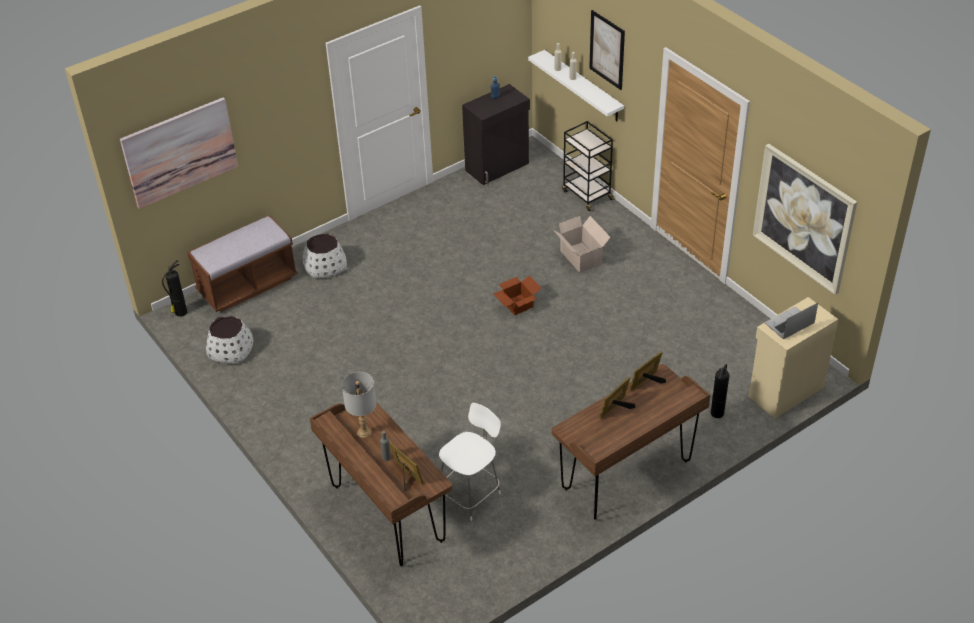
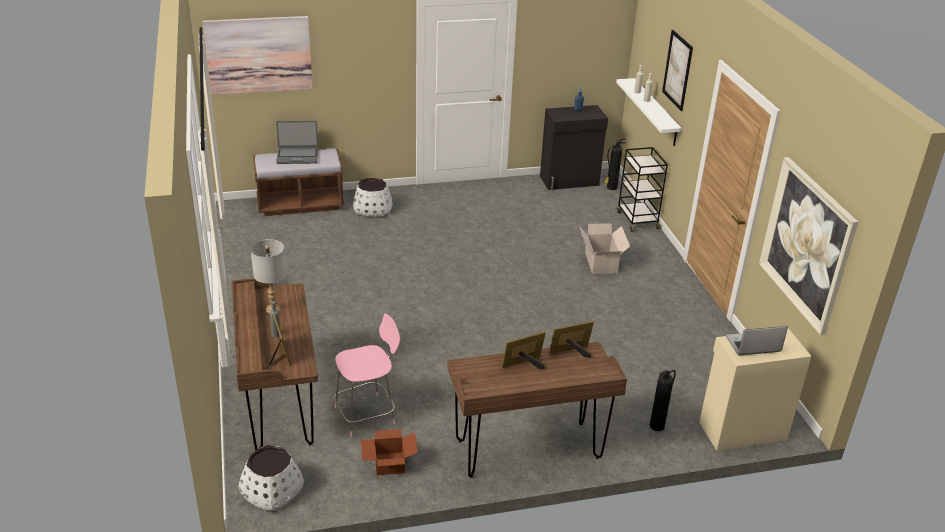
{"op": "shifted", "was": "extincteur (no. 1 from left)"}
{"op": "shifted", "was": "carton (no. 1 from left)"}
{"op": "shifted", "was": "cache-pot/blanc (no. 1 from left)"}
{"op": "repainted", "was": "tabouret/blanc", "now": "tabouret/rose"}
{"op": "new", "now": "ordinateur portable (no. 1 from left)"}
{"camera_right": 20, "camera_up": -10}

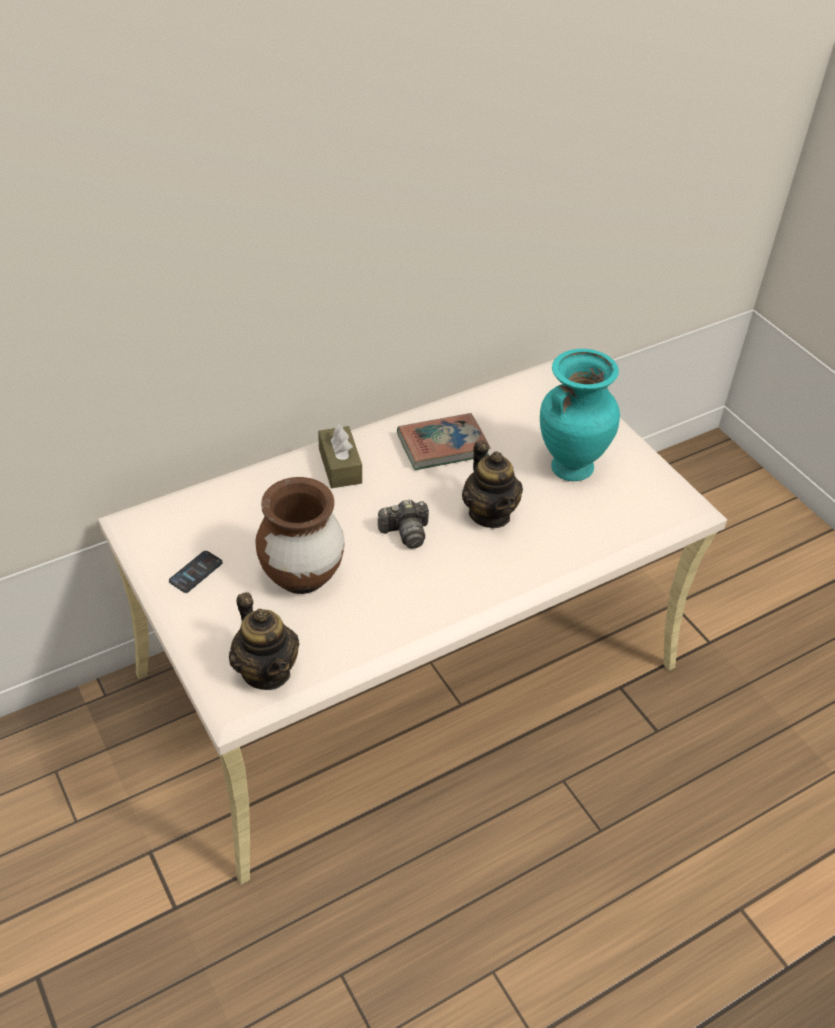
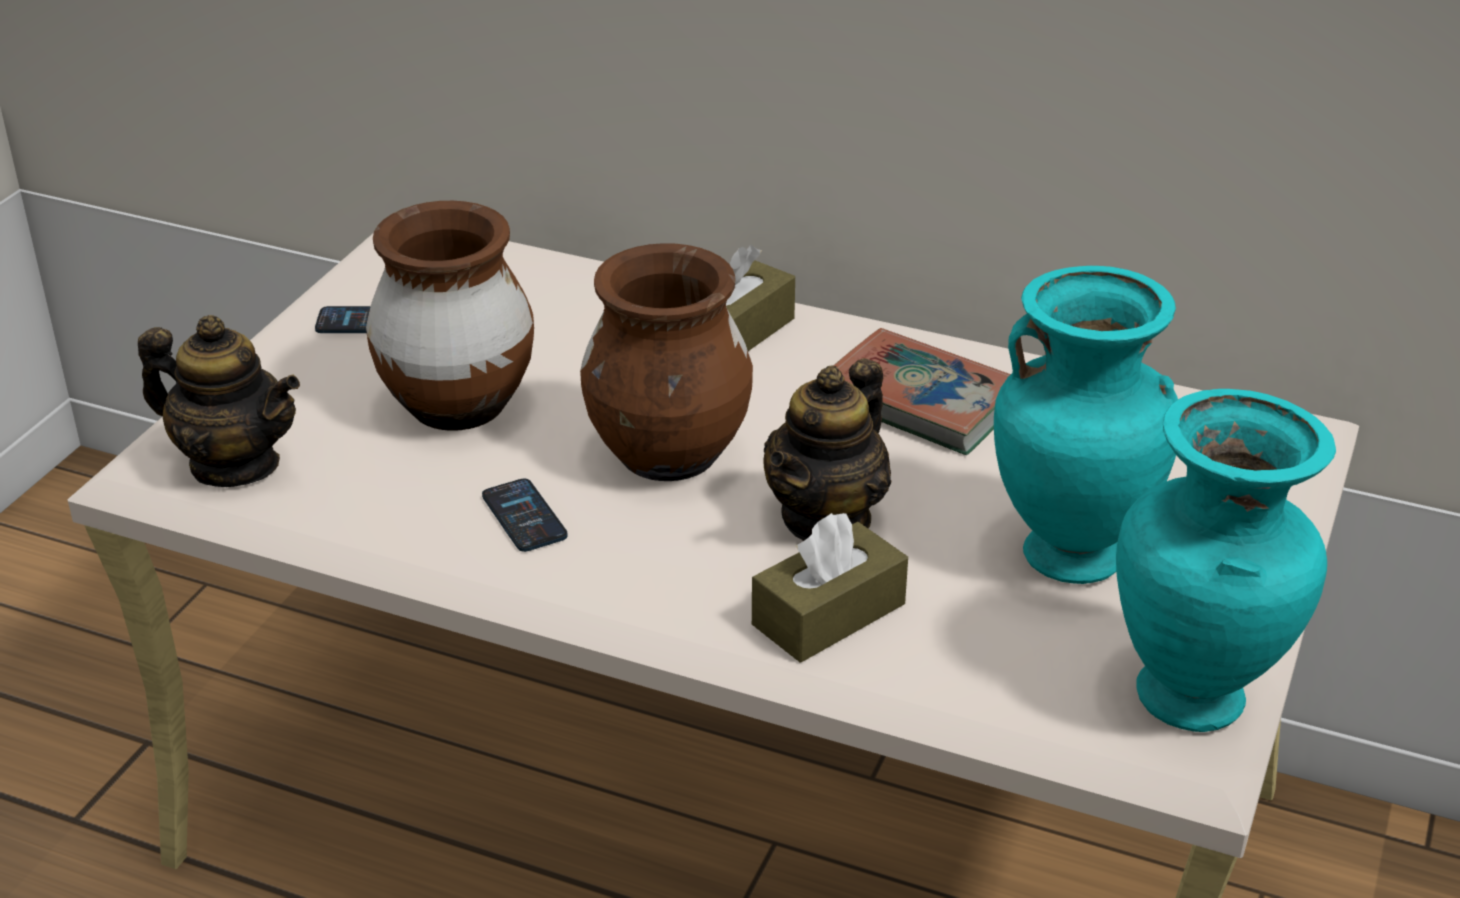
{"op": "swapped", "was": "appareil photo", "now": "vase/marron (no. 2 from left)"}
{"op": "rotated", "was": "théière (no. 1 from left)", "clockwise": -90}
{"op": "new", "now": "vase/turquoise (no. 2 from left)"}
{"op": "new", "now": "téléphone (no. 2 from left)"}
{"op": "new", "now": "boîte à mouchoirs/marron (no. 2 from left)"}
{"camera_right": 55, "camera_up": -10}

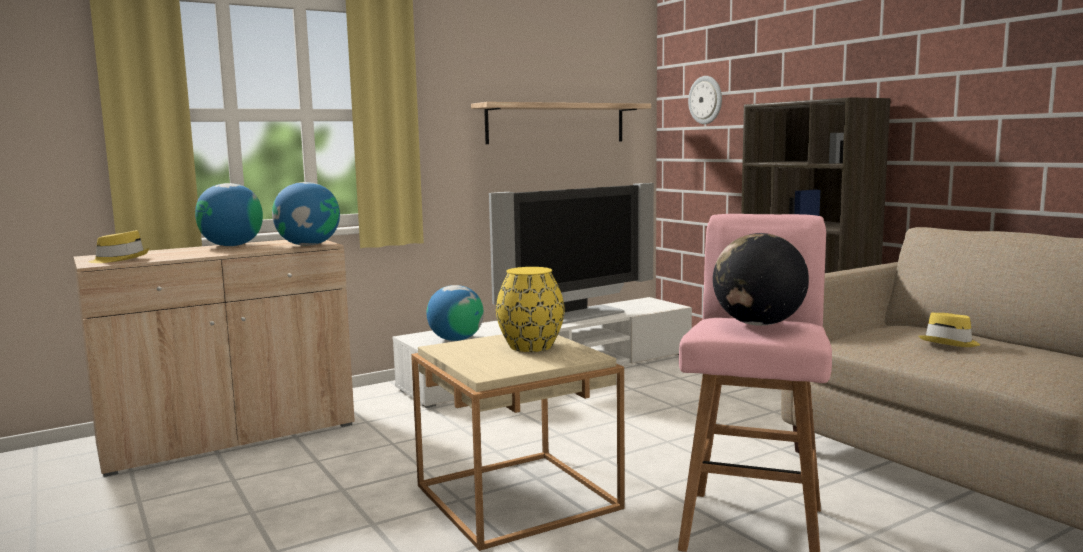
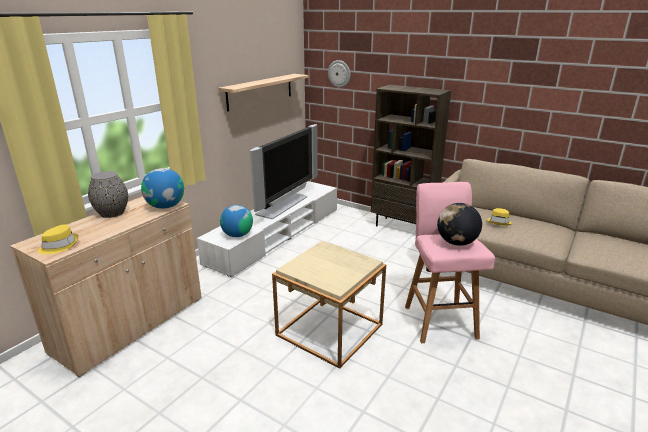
{"op": "swapped", "was": "globe (no. 1 from left)", "now": "vase/gris"}
{"op": "gone", "was": "vase/jaune"}
{"camera_right": -25, "camera_up": 15}

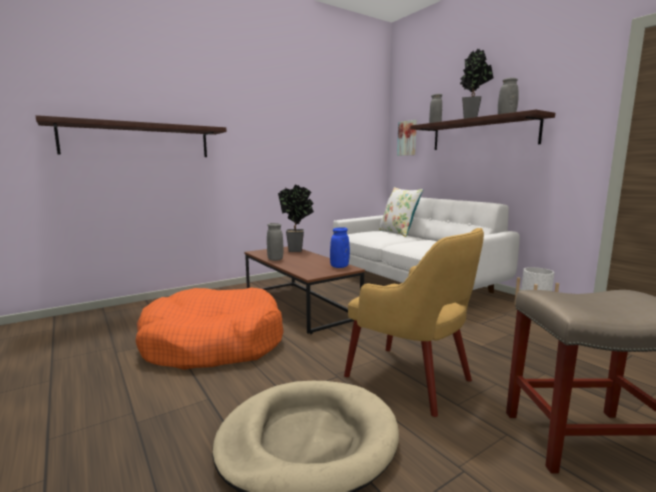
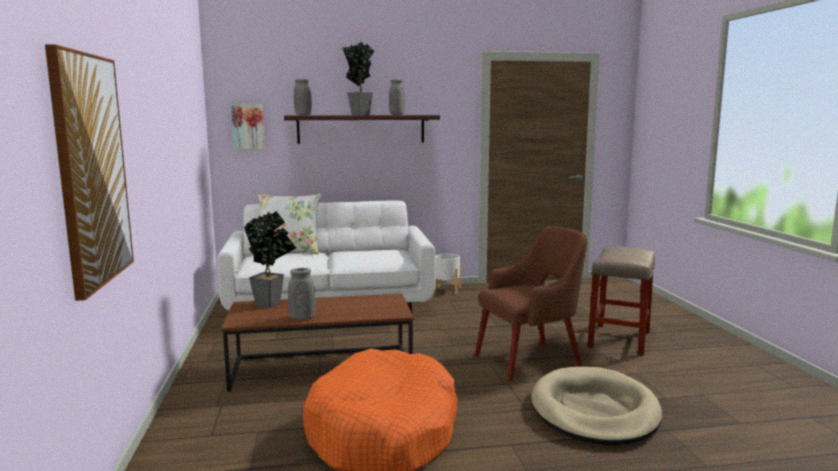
{"op": "swapped", "was": "étagère (no. 1 from left)", "now": "tableau (no. 1 from left)"}
{"op": "gone", "was": "vase/bleu"}
{"op": "repainted", "was": "fauteuil/jaune", "now": "fauteuil/marron"}
{"camera_right": -65, "camera_up": 0}

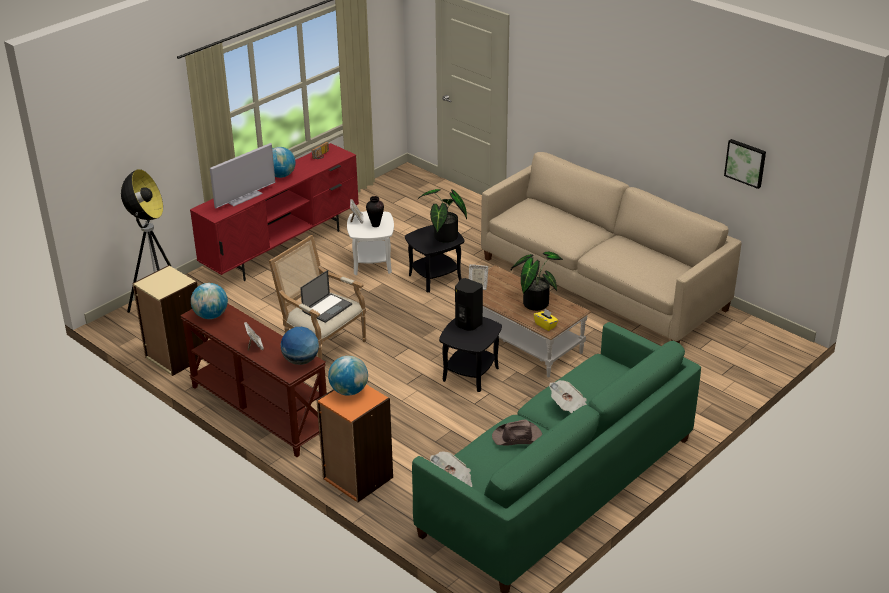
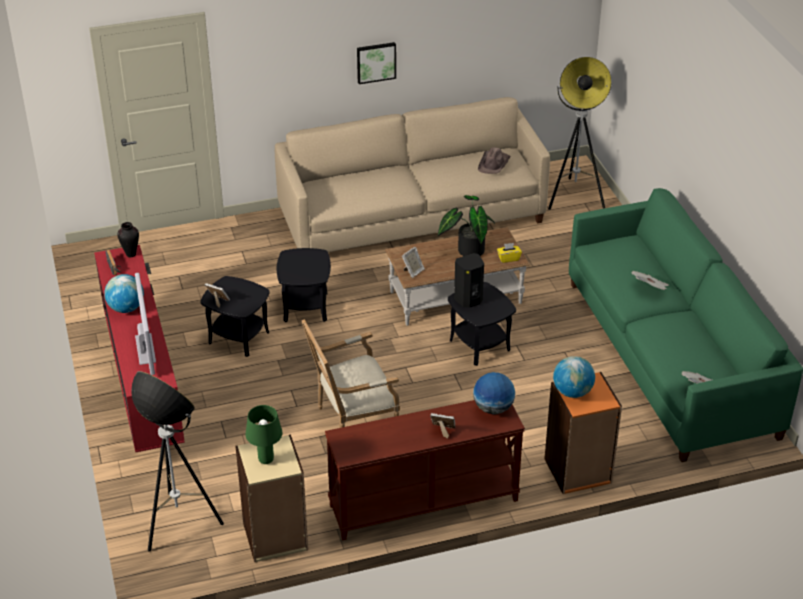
{"op": "shifted", "was": "tableau"}
{"op": "gone", "was": "plante en pot (no. 1 from left)"}
{"op": "shifted", "was": "vase"}
{"op": "repainted", "was": "table d'appoint/blanc", "now": "table d'appoint/noir (no. 1 from left)"}
{"op": "gone", "was": "ordinateur portable"}
{"op": "gone", "was": "globe (no. 1 from left)"}
{"op": "shifted", "was": "chapeau/marron"}
{"op": "new", "now": "lampadaire (no. 2 from left)"}
{"op": "new", "now": "lampe de table/vert"}
{"camera_right": -60, "camera_up": 5}

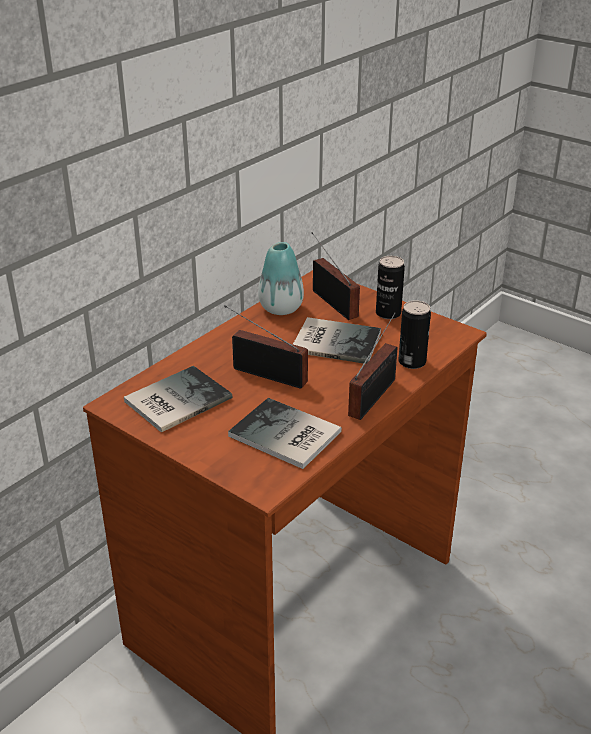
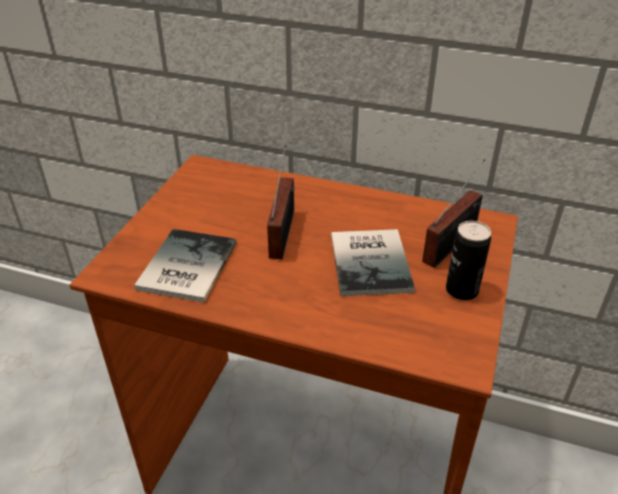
{"op": "gone", "was": "vase"}
{"op": "gone", "was": "boîte métallique (no. 2 from left)"}
{"op": "gone", "was": "radio (no. 3 from left)"}
{"op": "gone", "was": "livre (no. 1 from left)"}
{"camera_right": 70, "camera_up": 5}

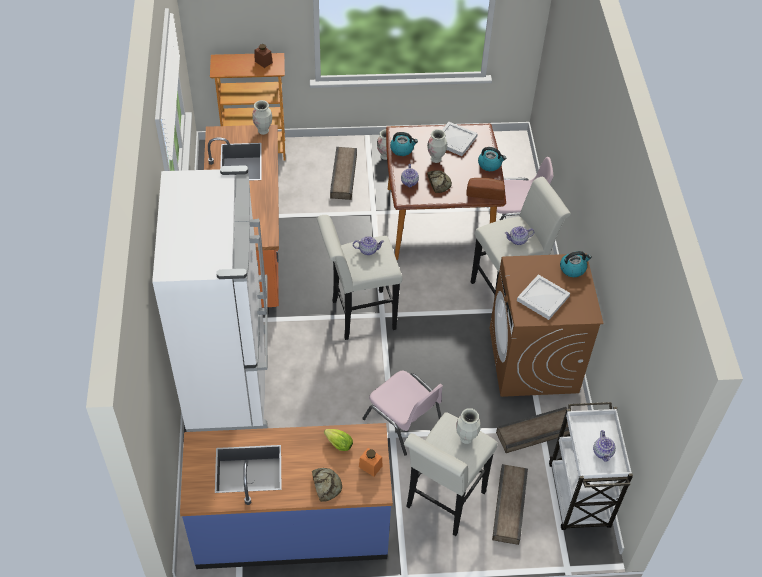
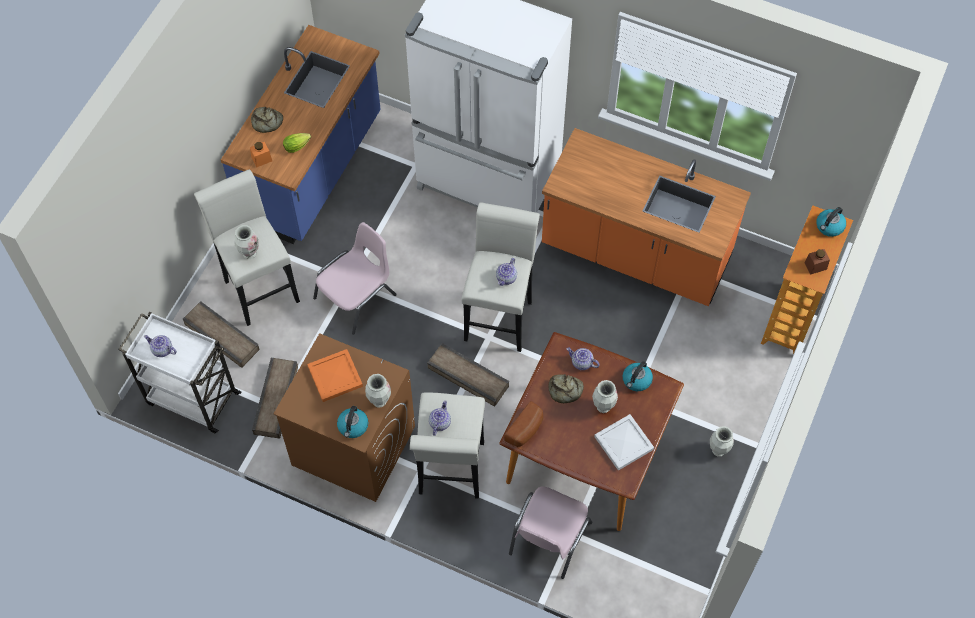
{"op": "shifted", "was": "vase (no. 1 from left in the first image)", "now": "vase (no. 2 from left)"}
{"op": "shifted", "was": "caisse (no. 1 from left in the first image)", "now": "caisse (no. 3 from left)"}
{"op": "shifted", "was": "bouilloire (no. 2 from left in the first image)", "now": "bouilloire (no. 3 from left)"}
{"op": "repainted", "was": "plateau/blanc (no. 2 from left)", "now": "plateau/orange"}
{"op": "rotated", "was": "chaise/rose (no. 1 from left)", "clockwise": 150}
{"camera_right": 120, "camera_up": 10}

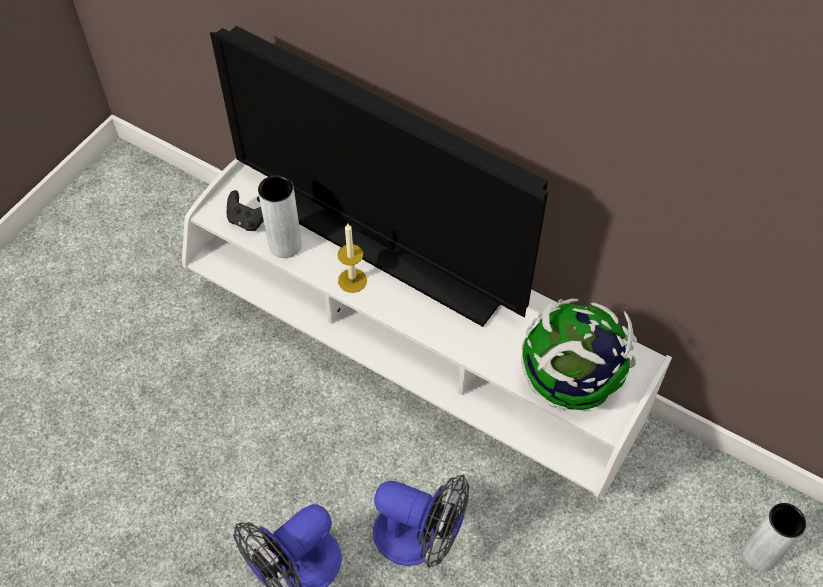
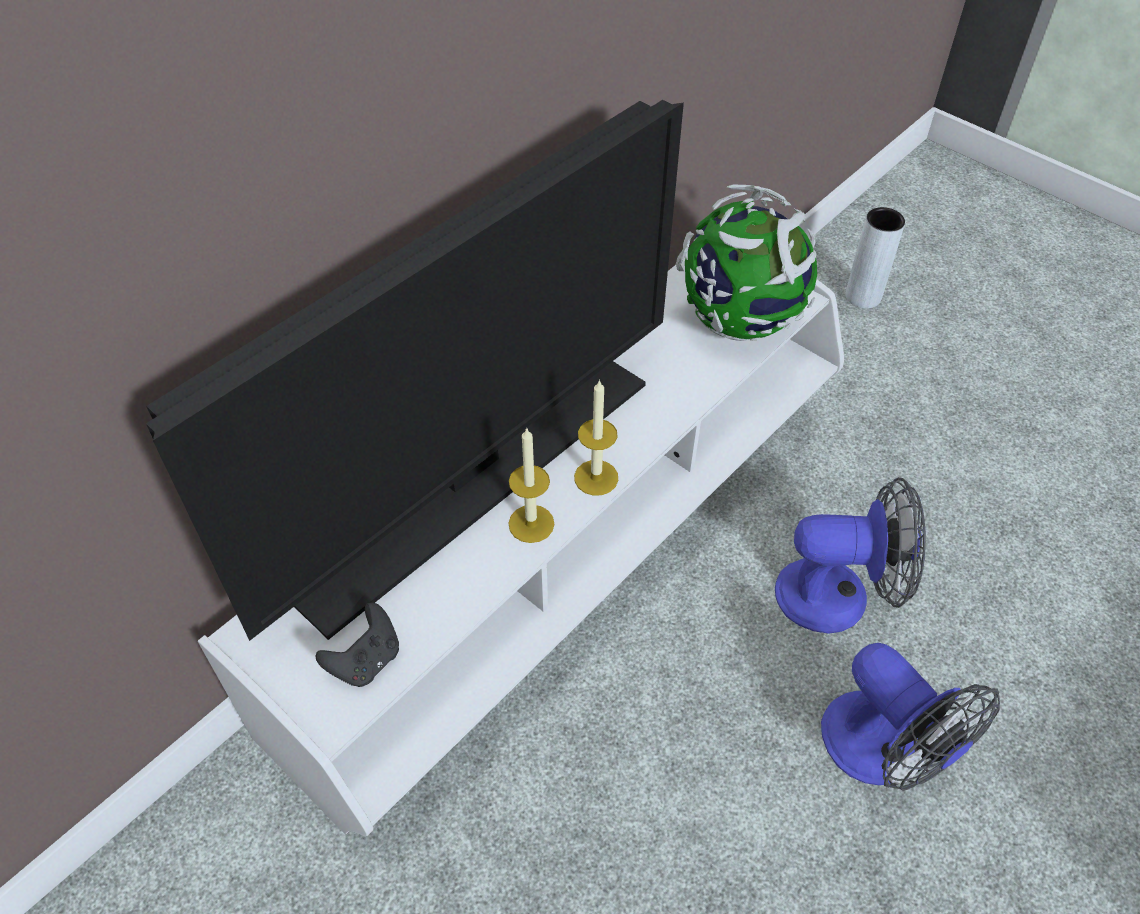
{"op": "gone", "was": "vase/gris (no. 1 from left)"}
{"op": "rotated", "was": "ventilateur (no. 2 from left in the first image)", "clockwise": 60}
{"op": "new", "now": "bougie (no. 2 from left)"}
{"camera_right": -80, "camera_up": -5}

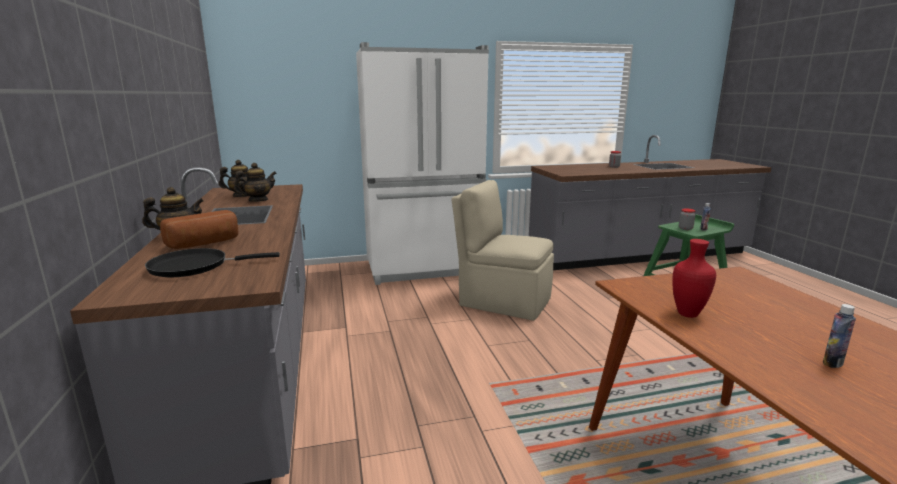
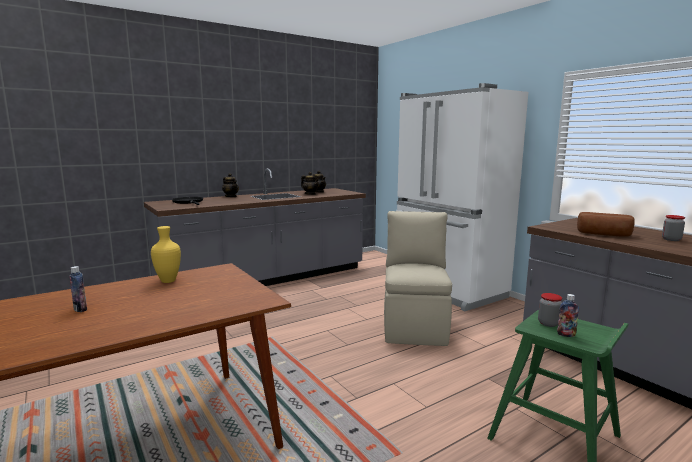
{"op": "shifted", "was": "pain"}
{"op": "repainted", "was": "vase/rouge", "now": "vase/jaune"}
{"camera_right": 70, "camera_up": -5}

